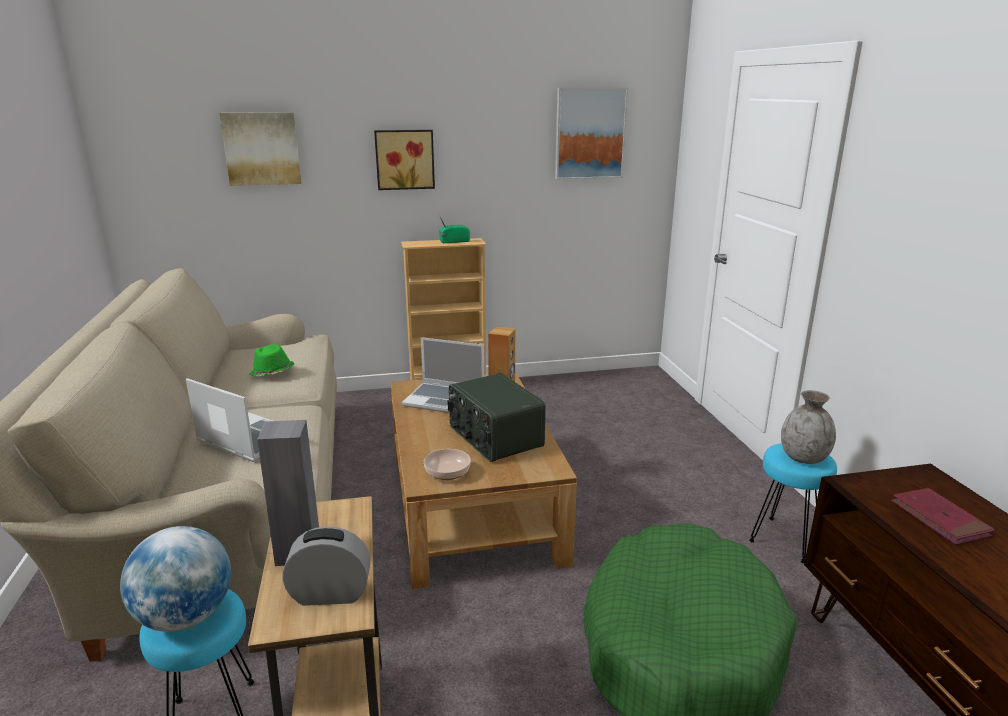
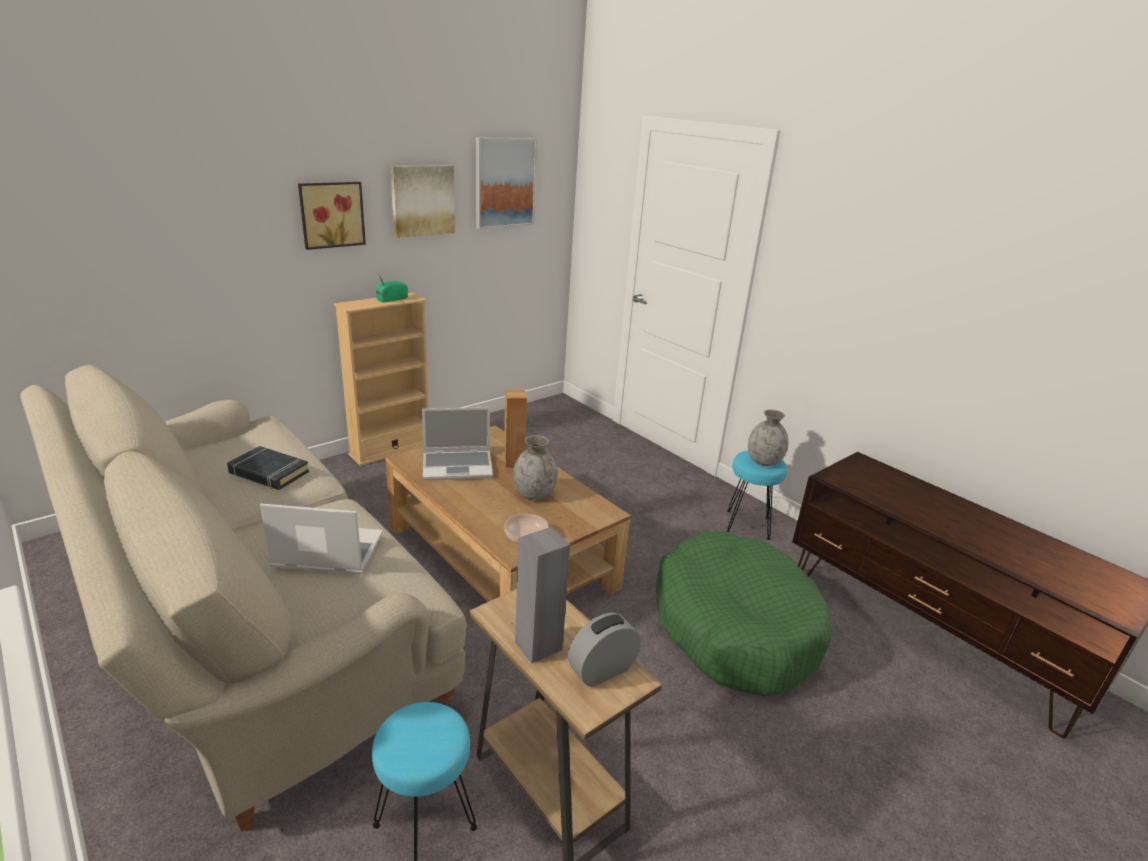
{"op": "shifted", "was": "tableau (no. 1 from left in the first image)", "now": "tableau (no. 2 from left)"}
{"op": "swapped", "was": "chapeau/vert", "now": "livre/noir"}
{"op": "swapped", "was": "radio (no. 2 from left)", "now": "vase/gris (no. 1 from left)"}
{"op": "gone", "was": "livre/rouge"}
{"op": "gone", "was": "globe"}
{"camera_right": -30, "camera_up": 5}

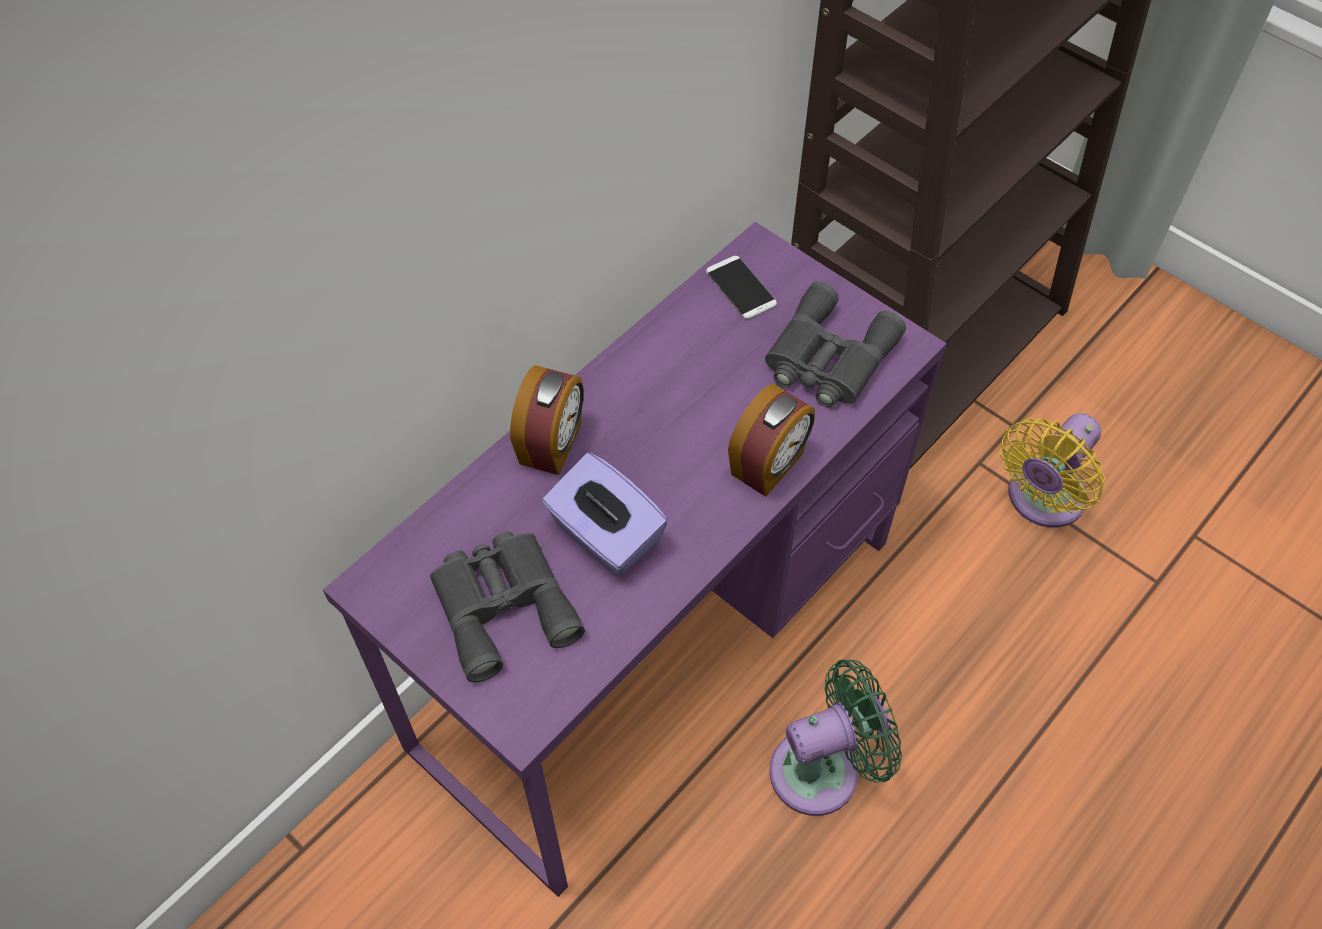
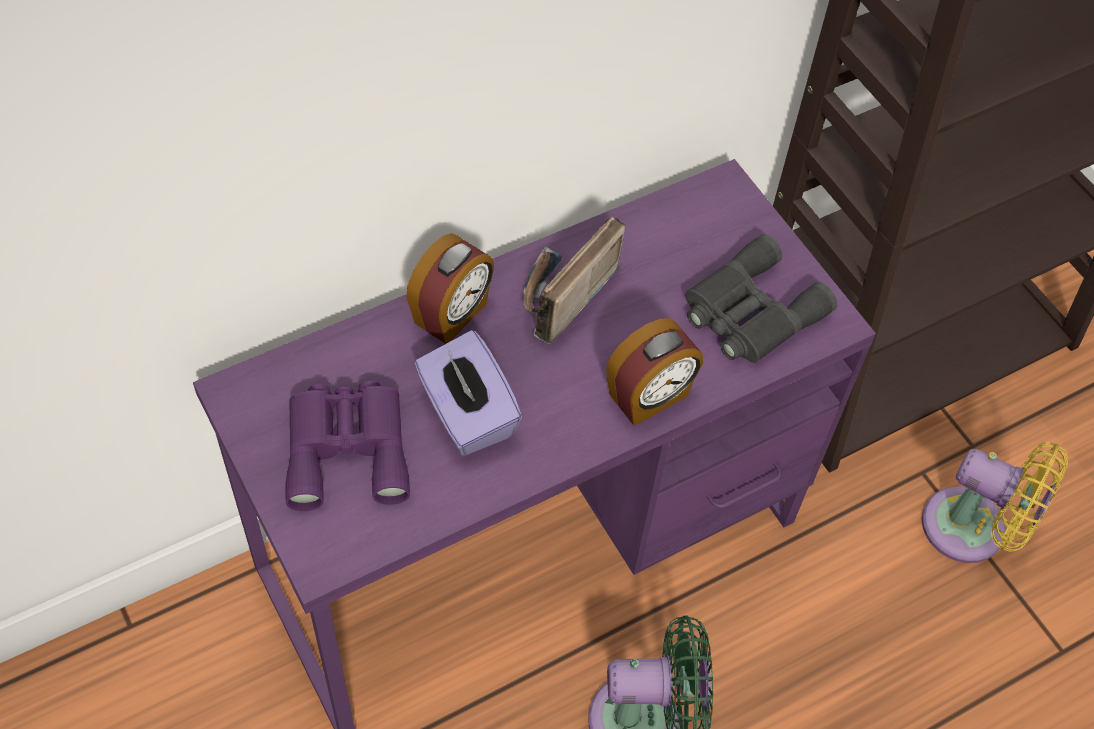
{"op": "gone", "was": "téléphone"}
{"op": "rotated", "was": "ventilateur/jaune", "clockwise": -120}
{"op": "repainted", "was": "jumelles/gris (no. 1 from left)", "now": "jumelles/violet"}
{"op": "new", "now": "radio"}
{"camera_right": 15, "camera_up": 0}

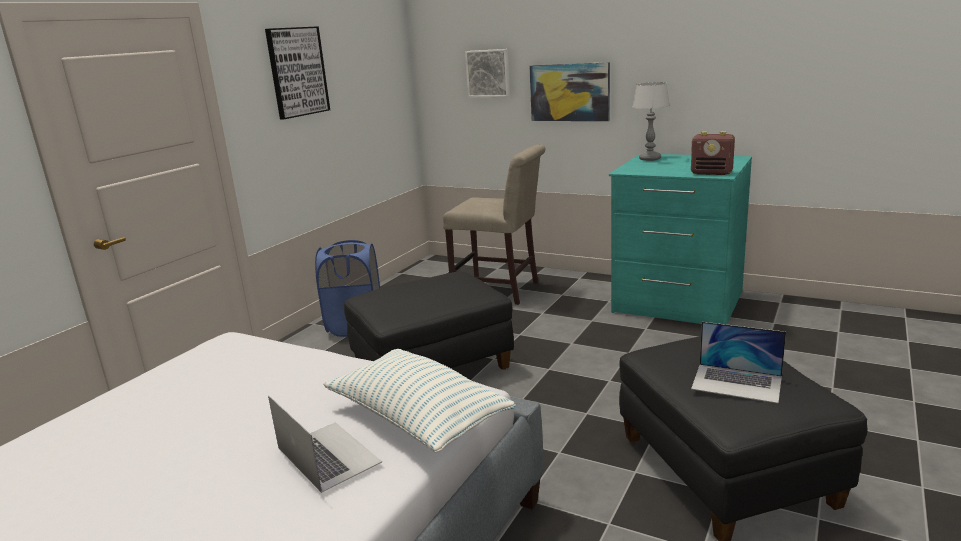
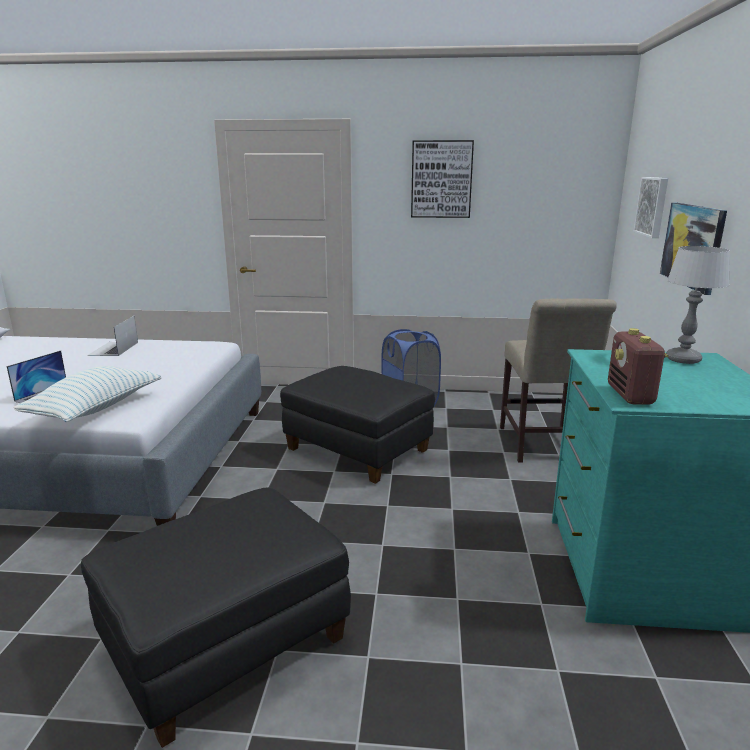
{"op": "shifted", "was": "ordinateur portable (no. 2 from left)"}
{"camera_right": 65, "camera_up": 0}

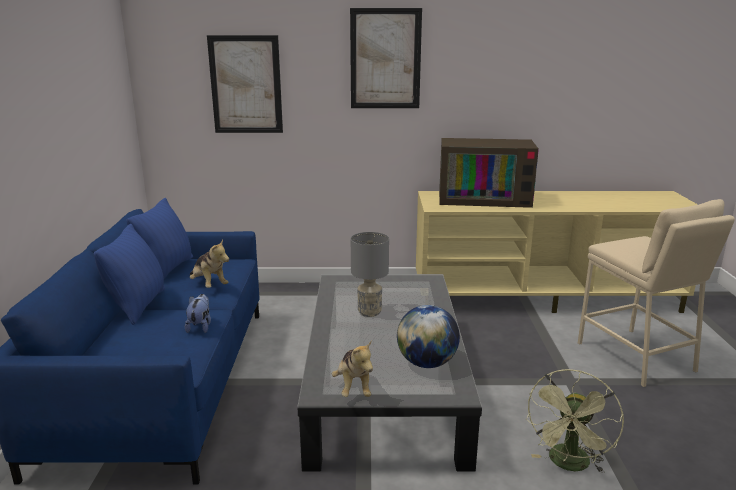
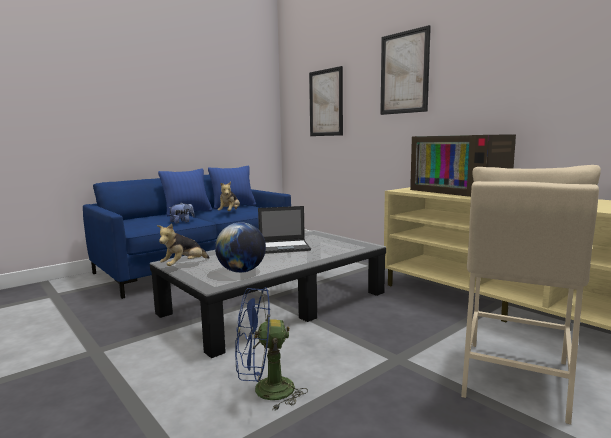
{"op": "swapped", "was": "lampe de table/gris", "now": "ordinateur portable"}
{"op": "repainted", "was": "ventilateur/vert", "now": "ventilateur/bleu"}
{"camera_right": 50, "camera_up": -10}

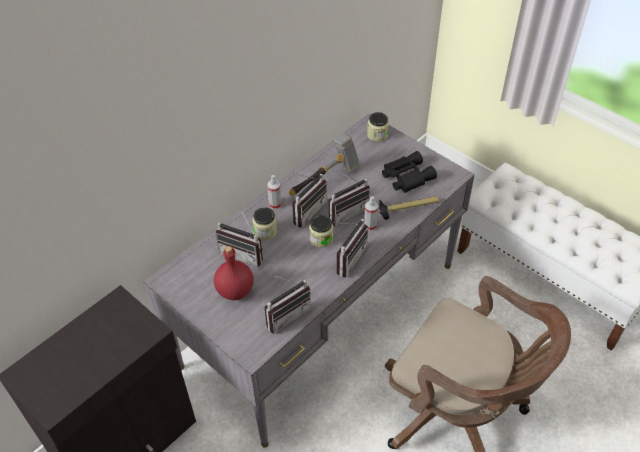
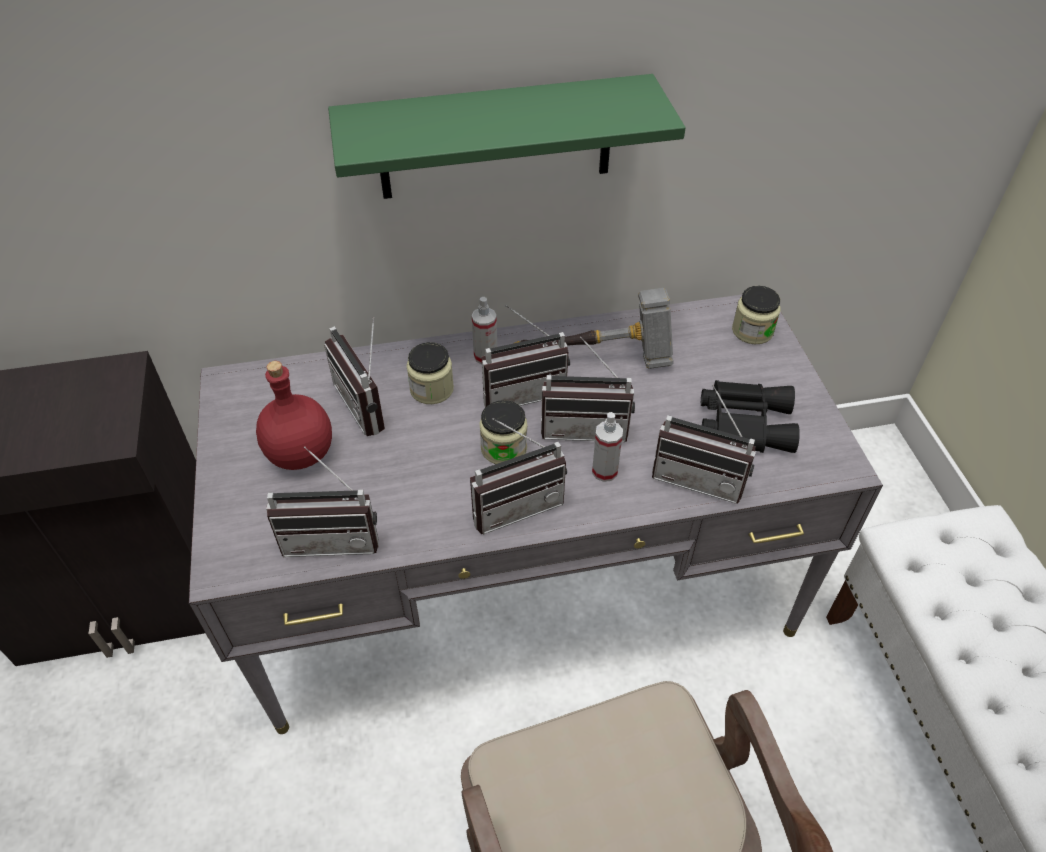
{"op": "swapped", "was": "marteau (no. 2 from left)", "now": "radio (no. 6 from left)"}
{"op": "new", "now": "étagère/vert"}
{"camera_right": 35, "camera_up": 0}

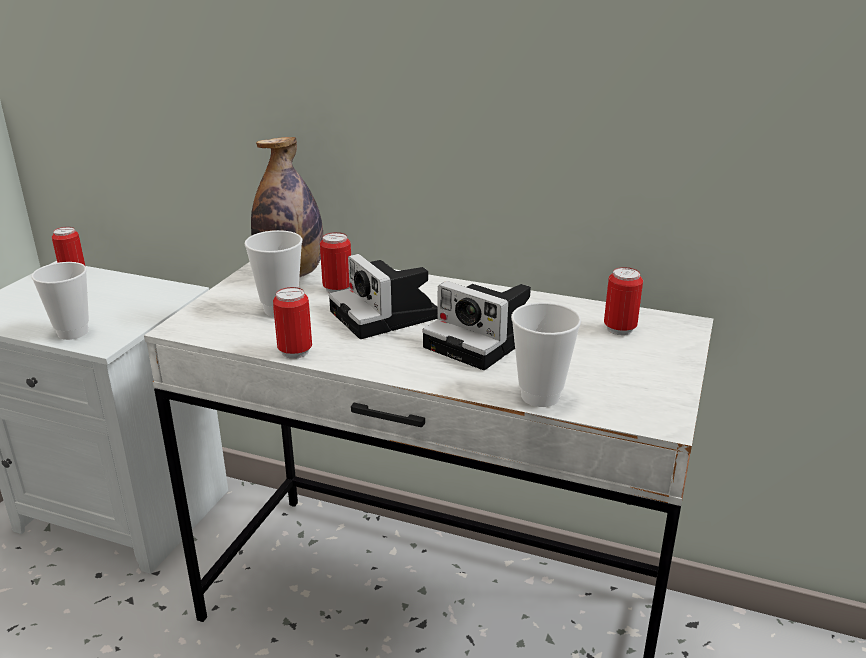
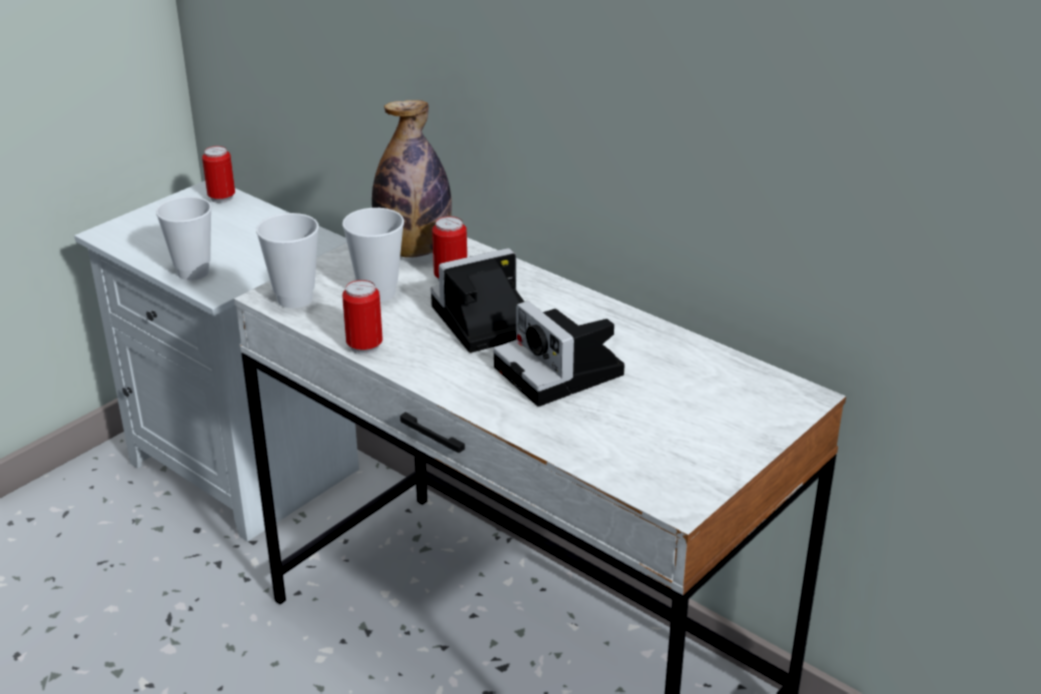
{"op": "rotated", "was": "appareil photo (no. 1 from left)", "clockwise": 75}
{"op": "gone", "was": "boîte métallique (no. 4 from left)"}
{"op": "shifted", "was": "tasse (no. 3 from left in the first image)", "now": "tasse (no. 2 from left)"}
{"camera_right": 20, "camera_up": 5}

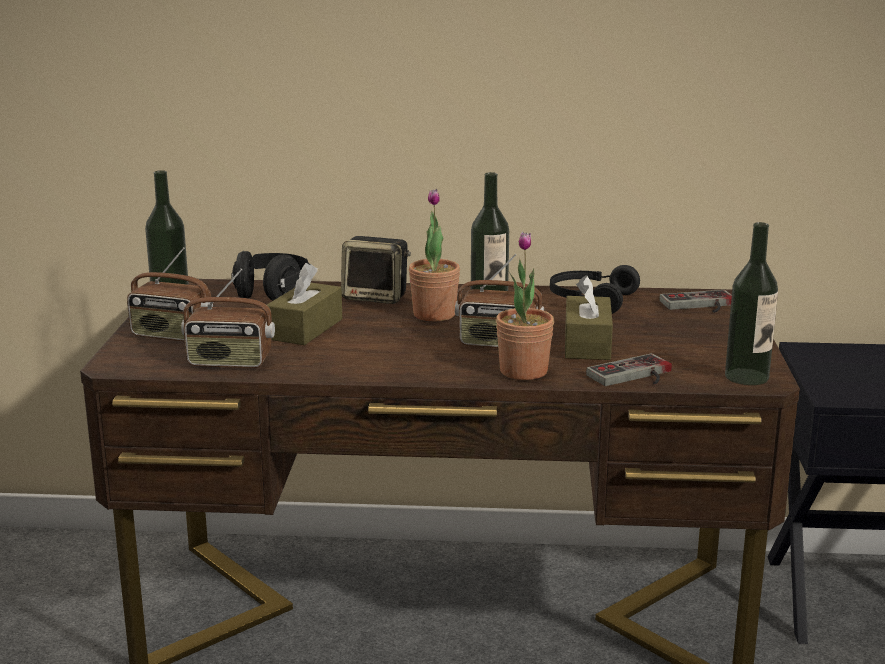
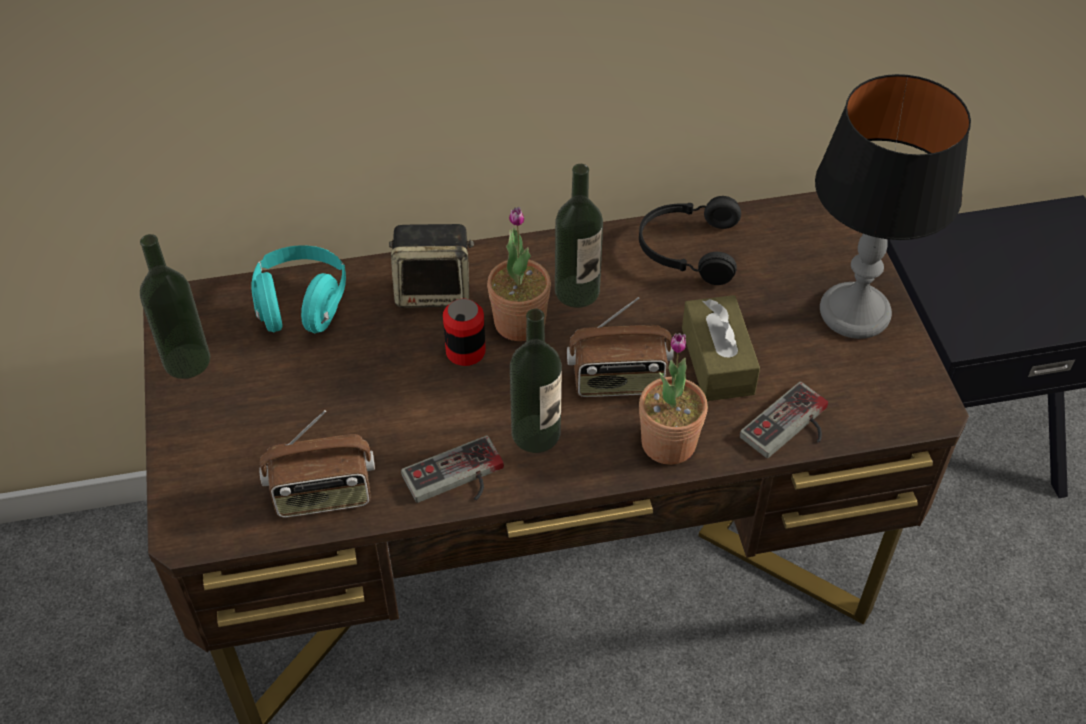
{"op": "shifted", "was": "bouteille (no. 3 from left in the first image)", "now": "bouteille (no. 2 from left)"}
{"op": "gone", "was": "radio (no. 1 from left)"}
{"op": "repainted", "was": "casque audio/noir (no. 1 from left)", "now": "casque audio/turquoise"}
{"op": "gone", "was": "boîte à mouchoirs/marron (no. 1 from left)"}
{"op": "shifted", "was": "manette (no. 2 from left in the first image)", "now": "manette (no. 1 from left)"}
{"op": "new", "now": "lampe de table"}
{"op": "new", "now": "boîte métallique"}
{"camera_right": -15, "camera_up": 30}

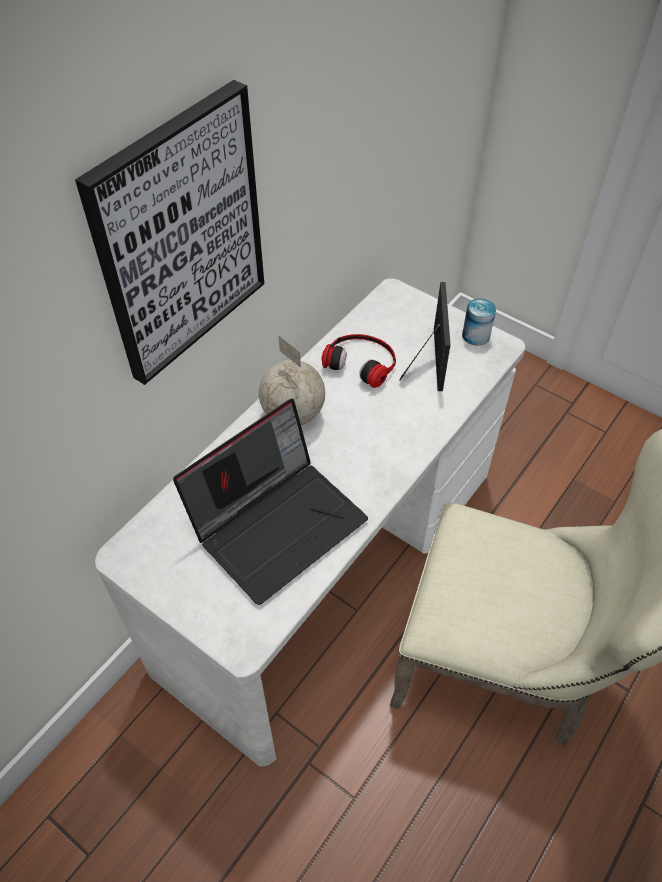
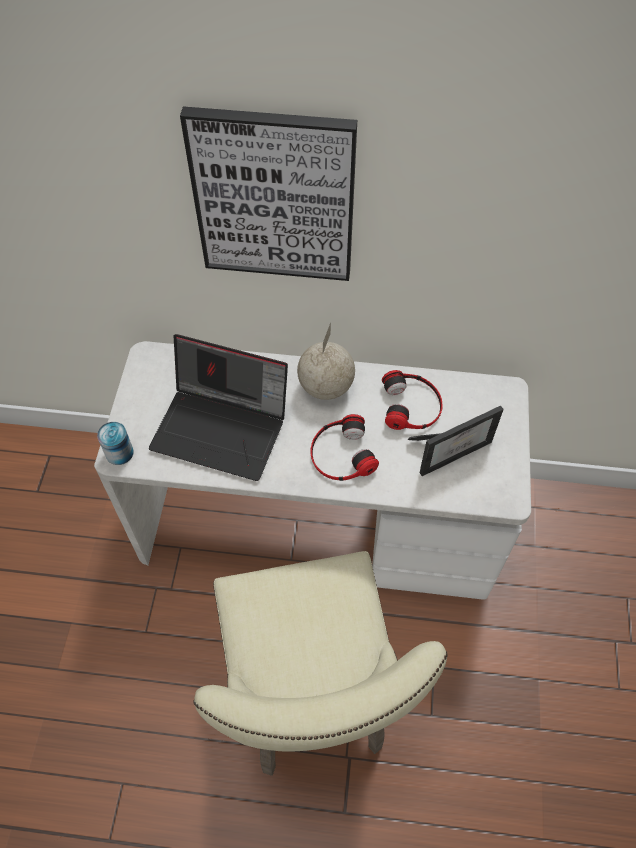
{"op": "shifted", "was": "boîte métallique"}
{"op": "new", "now": "casque audio (no. 1 from left)"}
{"camera_right": 60, "camera_up": 5}

